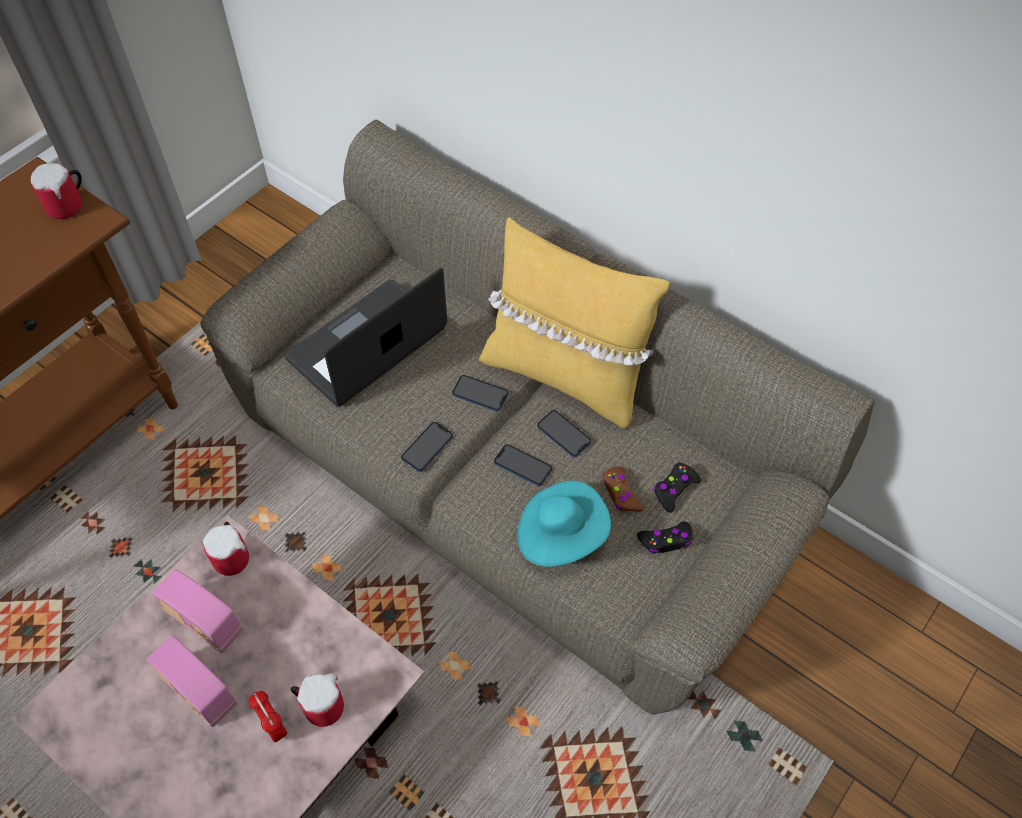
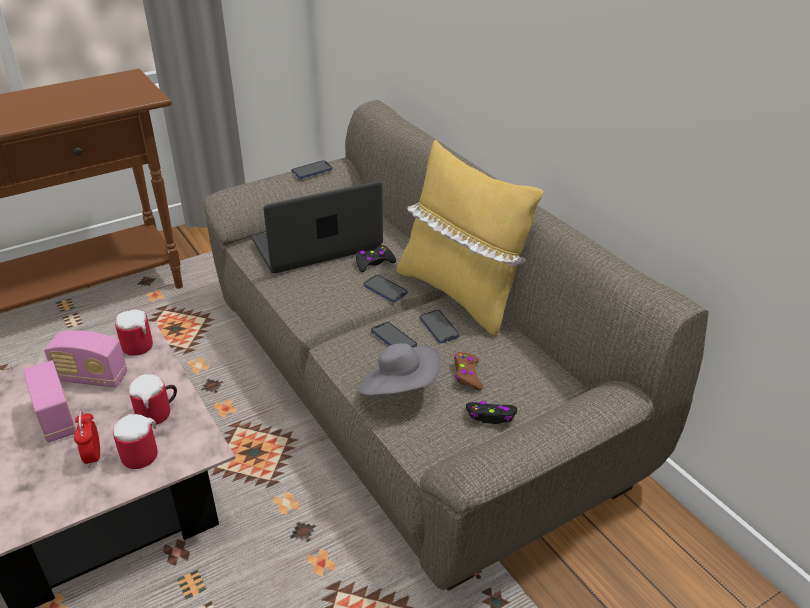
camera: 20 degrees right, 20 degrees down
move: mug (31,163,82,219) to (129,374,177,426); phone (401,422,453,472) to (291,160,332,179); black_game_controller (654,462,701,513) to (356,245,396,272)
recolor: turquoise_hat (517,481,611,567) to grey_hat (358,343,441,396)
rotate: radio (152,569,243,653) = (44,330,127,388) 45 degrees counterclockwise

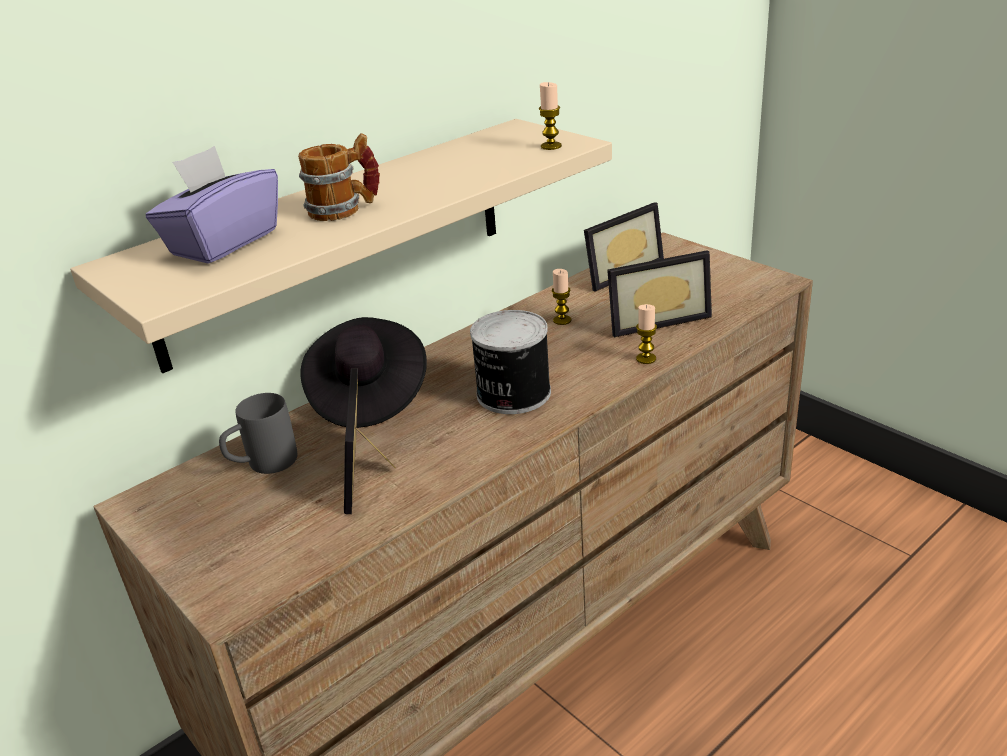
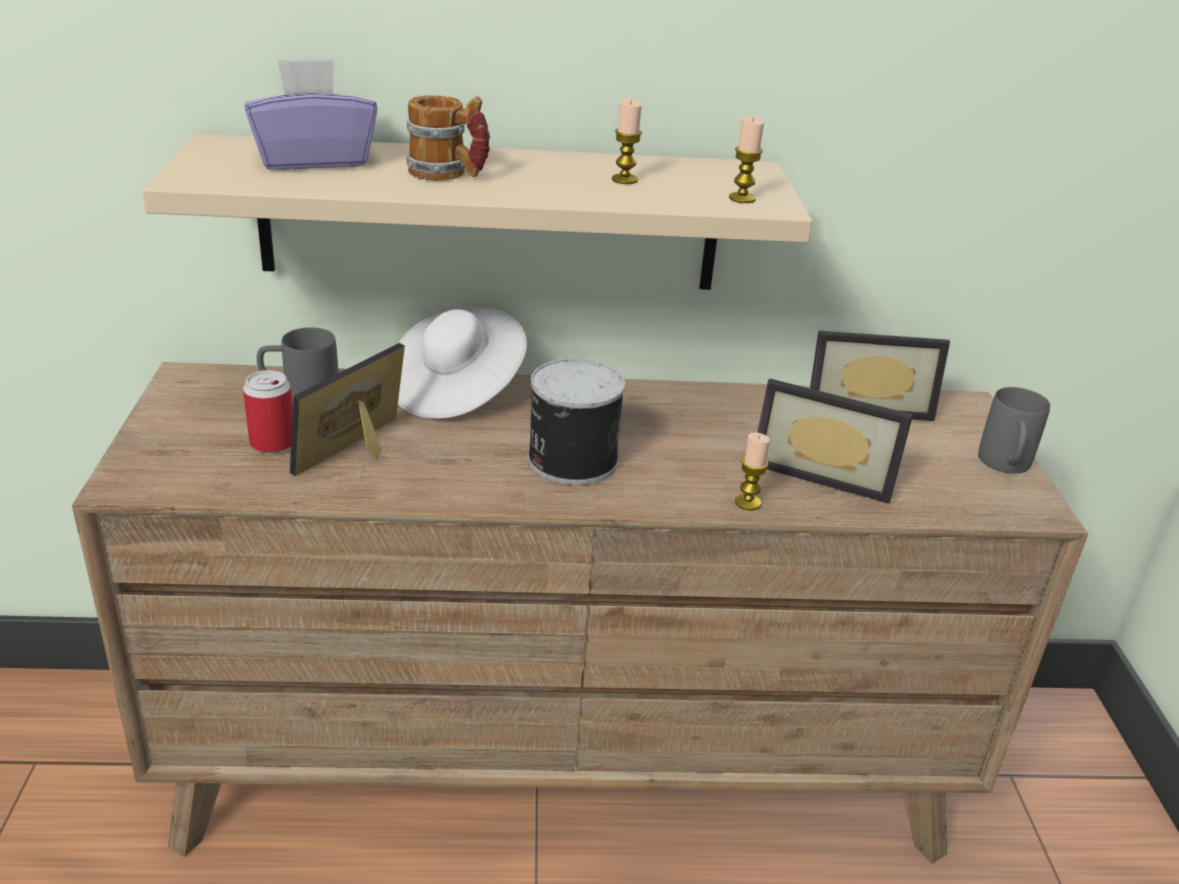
camera: 35 degrees right, 0 degrees up
insert: can (243,370,293,453); grey_mug (978,387,1050,474)
move: candle (552,269,571,325) to (612,99,642,184)
recolor: black_hat (300,317,427,428) to white_hat (398,308,527,419)

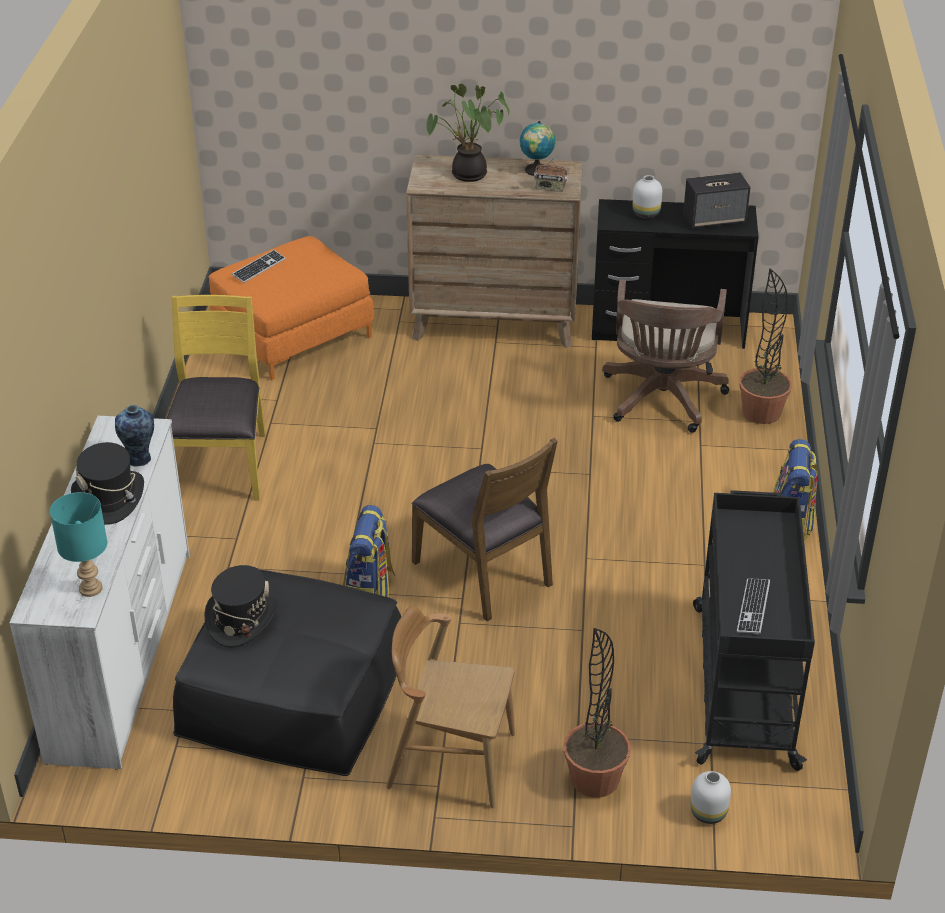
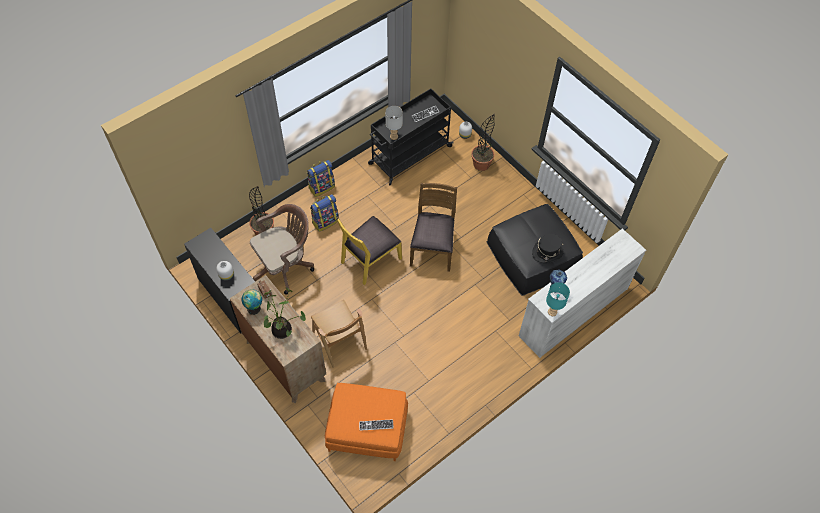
camera: 135 degrees left, 20 degrees up
delete: black_hat (71,442,144,525); speaker (683,173,751,229)
insert: grey_table_lamp (385,106,403,140)
move: turquoise_table_lamp (50,492,107,597) to (546,282,570,316); yellow_chair (166,295,266,500) to (337,216,402,285); backpack (344,505,395,597) to (310,194,339,232); brown_chair (387,606,515,808) to (311,300,367,368)

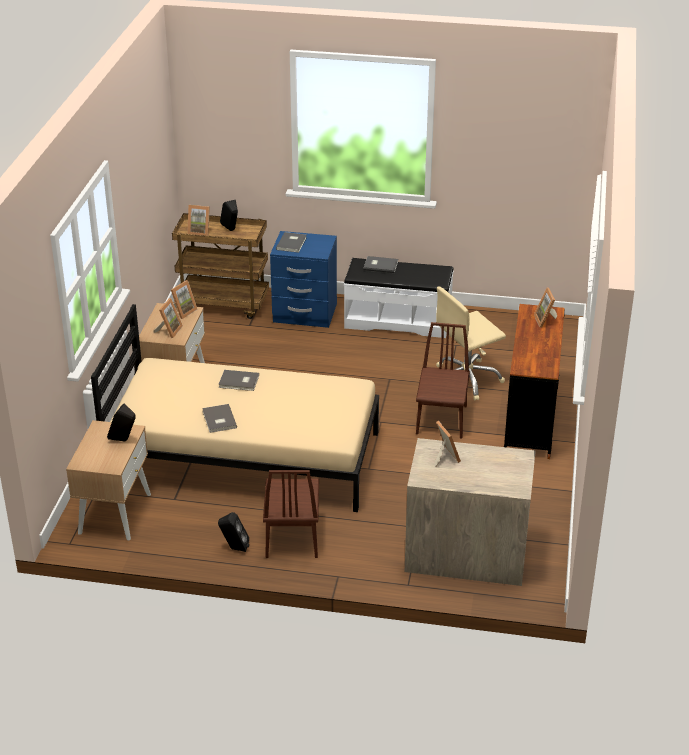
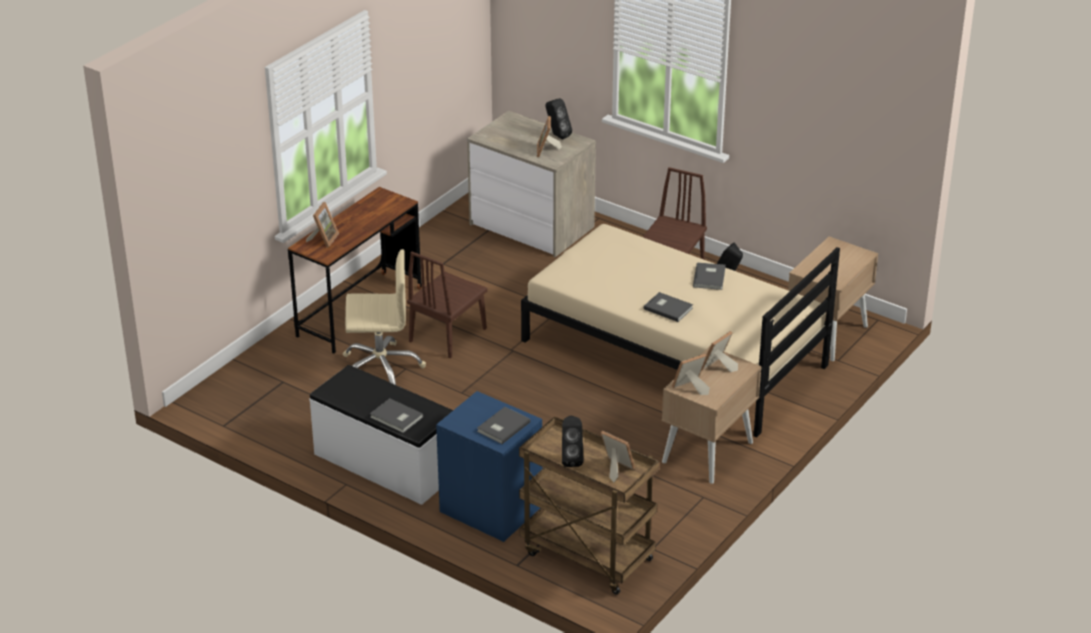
camera: 155 degrees left, 0 degrees up
move: black_speaker (107,404,135,441) to (545,98,572,140)

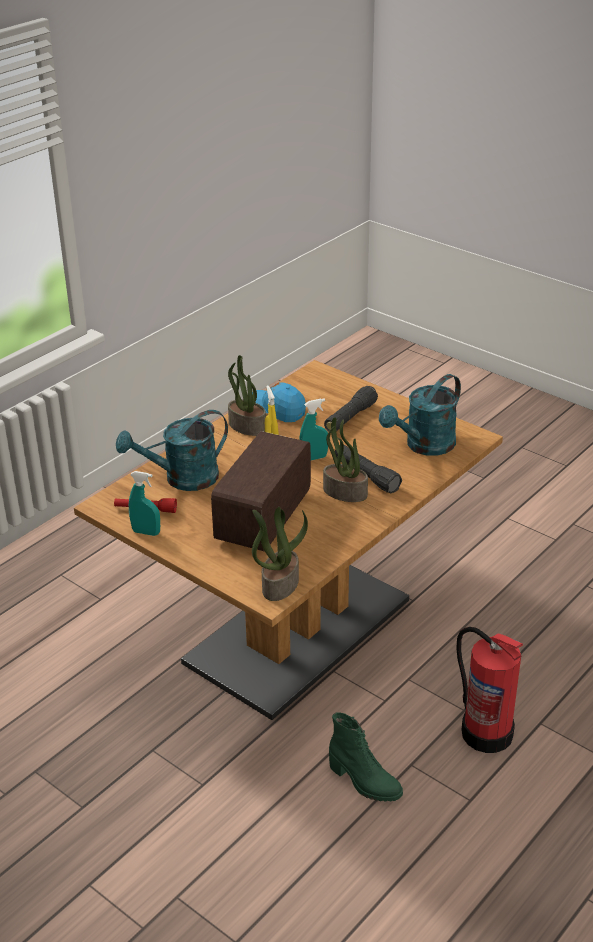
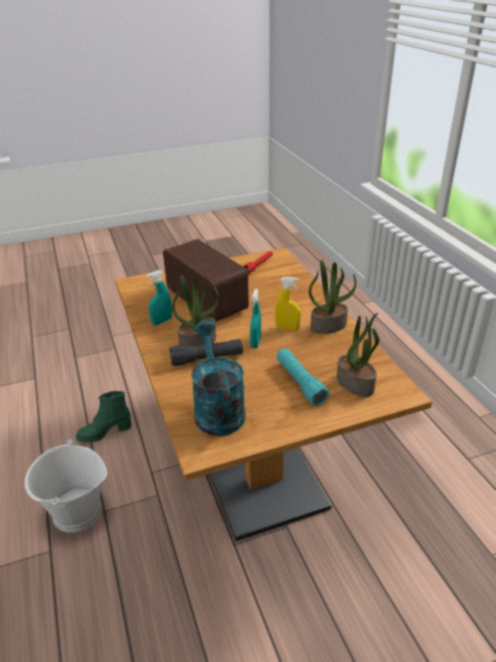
camera: 120 degrees right, 0 degrees up
delete: turquoise_watering_can (116,410,228,491); blue_cap (255,382,306,422)
move: turquoise_spray_bottle (129,471,160,536) to (147,270,172,325); potted_plant (252,507,308,601) to (337,313,379,397)
replace: fire_extinguisher (456,627,523,753) to white_bucket (25,439,107,532)
recolor: black_flashlight (324,386,378,431) to turquoise_flashlight (277,348,329,406)

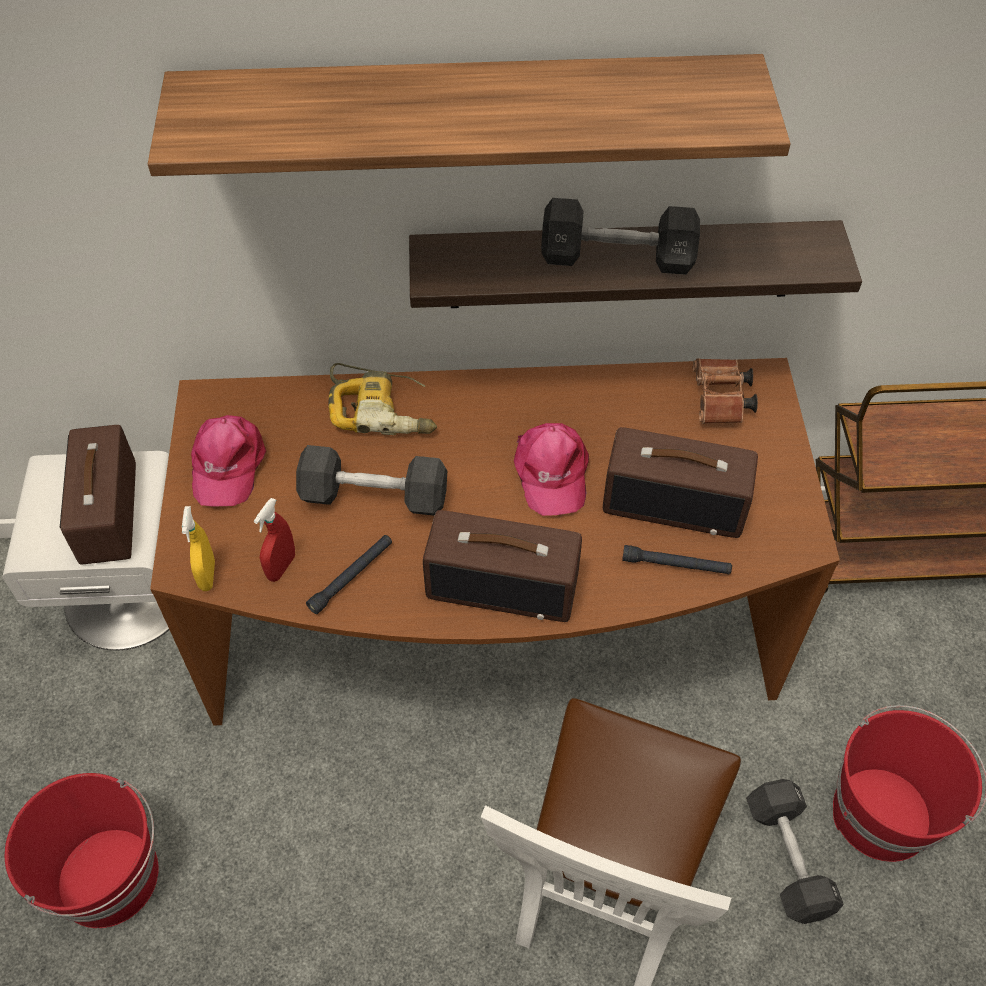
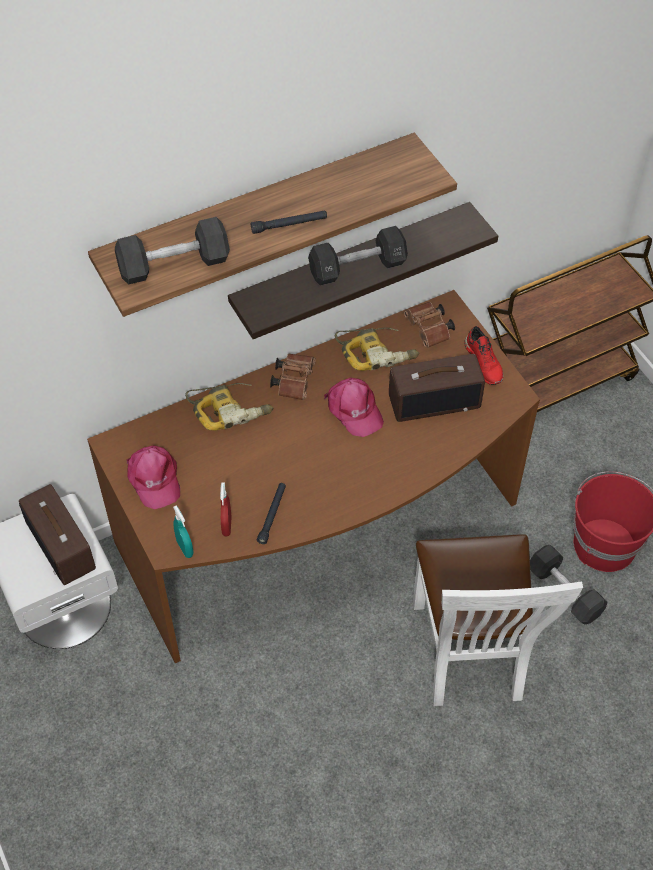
camera: 25 degrees left, 0 degrees up
delete: red_bucket (5,773,158,928); radio (423,510,582,622)
insert: brown_binoculars (270,353,316,400); power_drill (334,327,419,371); red_shoe (464,326,503,385)
move: black_dumbbell (296,445,447,516) to (115,217,230,285); black_flashlight (622,545,732,574) to (251,210,327,234)
recolor: yellow_spray_bottle (182,506,215,591) to turquoise_spray_bottle (173,505,194,558)

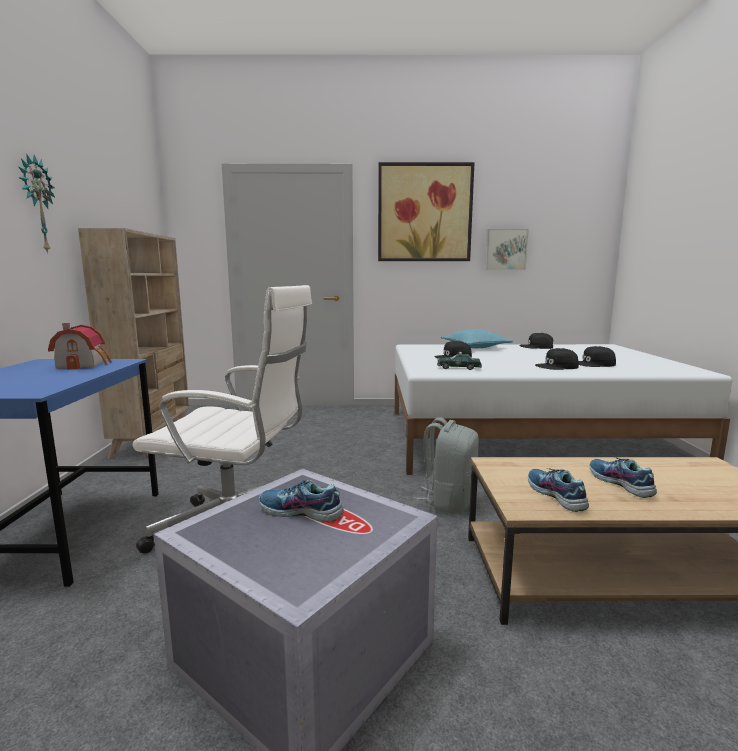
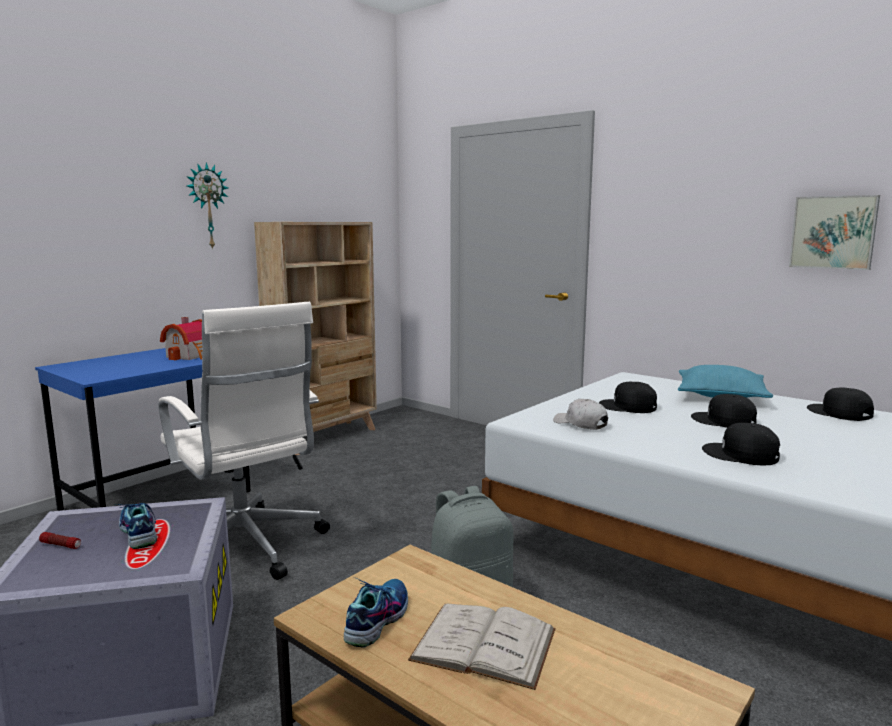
camera: 40 degrees right, 0 degrees up
delete: picture (378,162,474,261)
insert: flashlight (39,532,81,549)
move: black_cap (579,346,616,367) to (691,394,757,428)
replace: toy_car (437,352,482,370) to white_cap (553,399,608,430); shoe (589,458,657,498) to white_book (408,603,556,690)

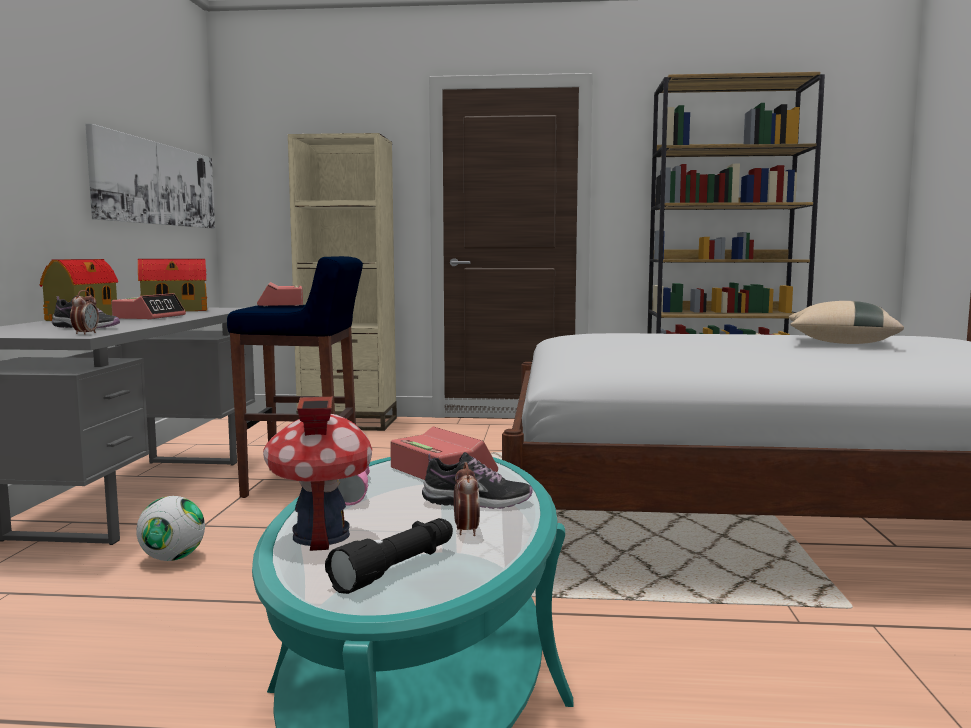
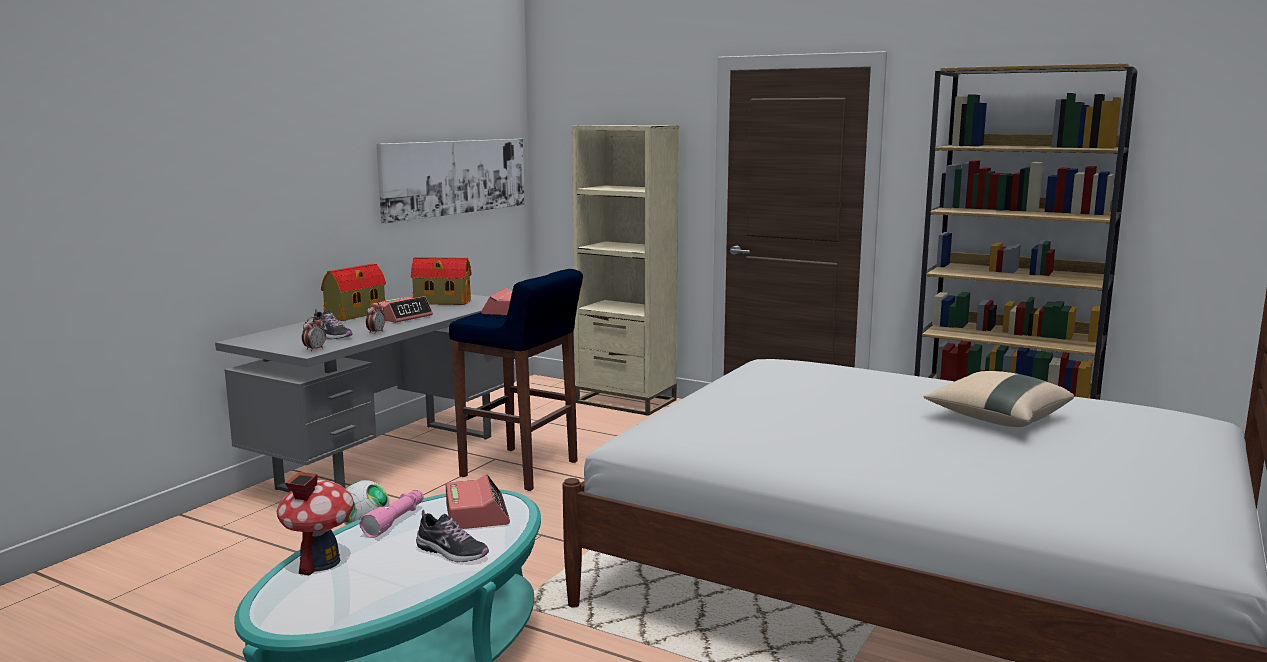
camera: 25 degrees right, 5 degrees up
delete: black_flashlight (325,518,453,594)
move: alarm_clock (454,462,480,536) to (366,302,385,334)

